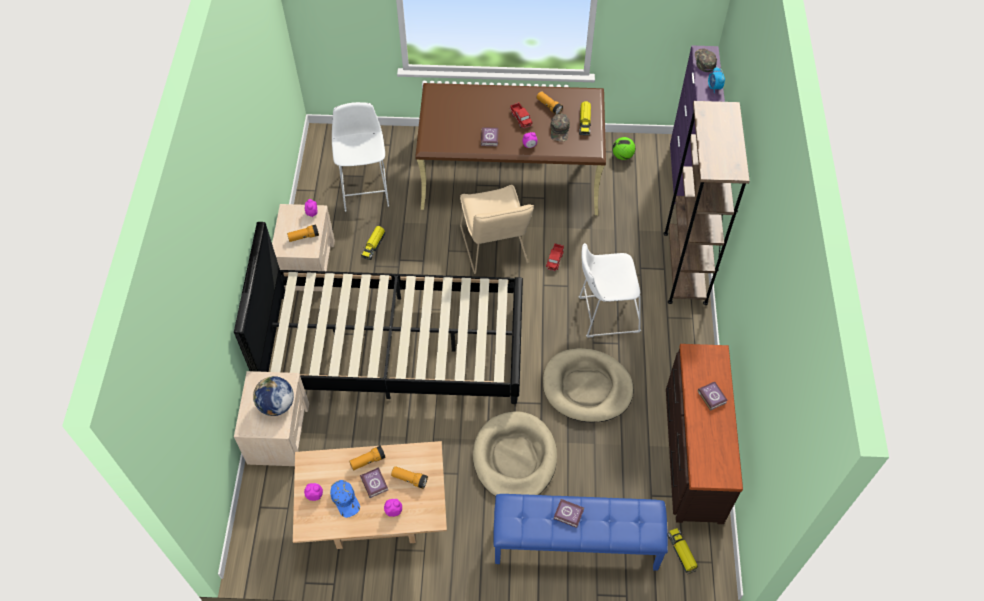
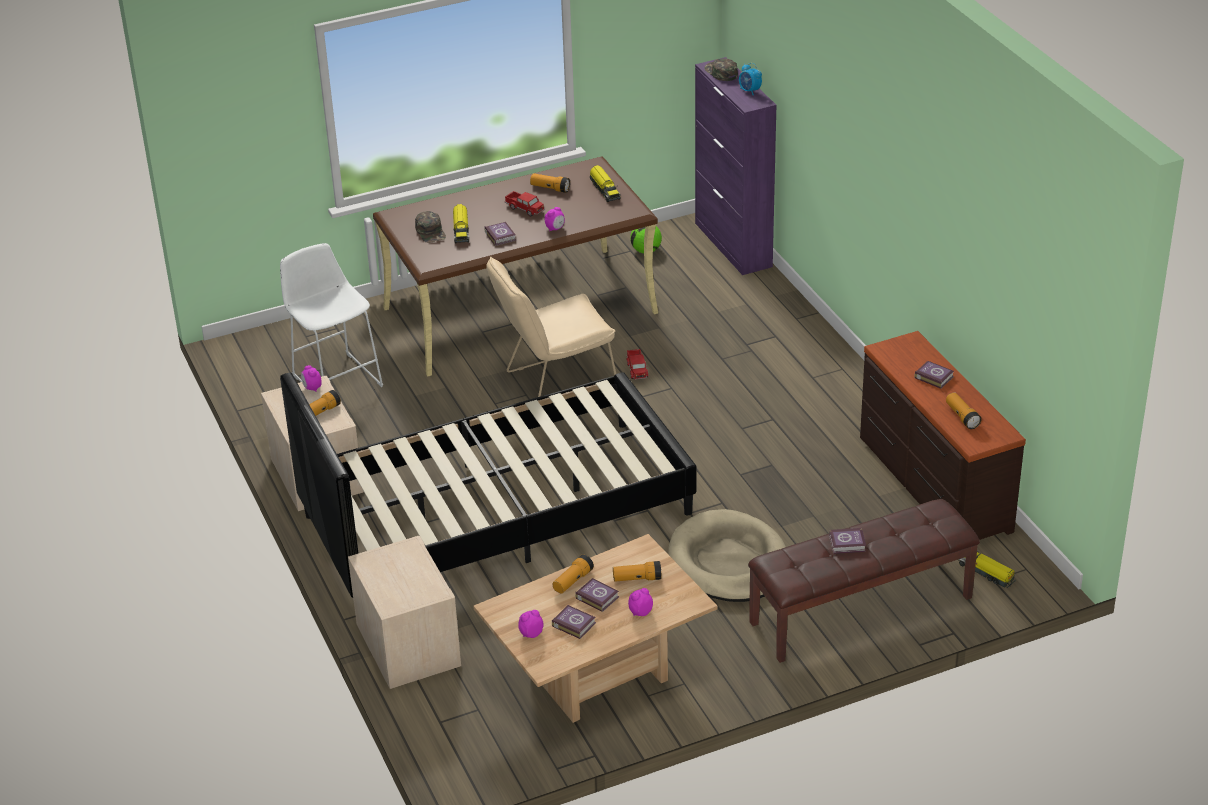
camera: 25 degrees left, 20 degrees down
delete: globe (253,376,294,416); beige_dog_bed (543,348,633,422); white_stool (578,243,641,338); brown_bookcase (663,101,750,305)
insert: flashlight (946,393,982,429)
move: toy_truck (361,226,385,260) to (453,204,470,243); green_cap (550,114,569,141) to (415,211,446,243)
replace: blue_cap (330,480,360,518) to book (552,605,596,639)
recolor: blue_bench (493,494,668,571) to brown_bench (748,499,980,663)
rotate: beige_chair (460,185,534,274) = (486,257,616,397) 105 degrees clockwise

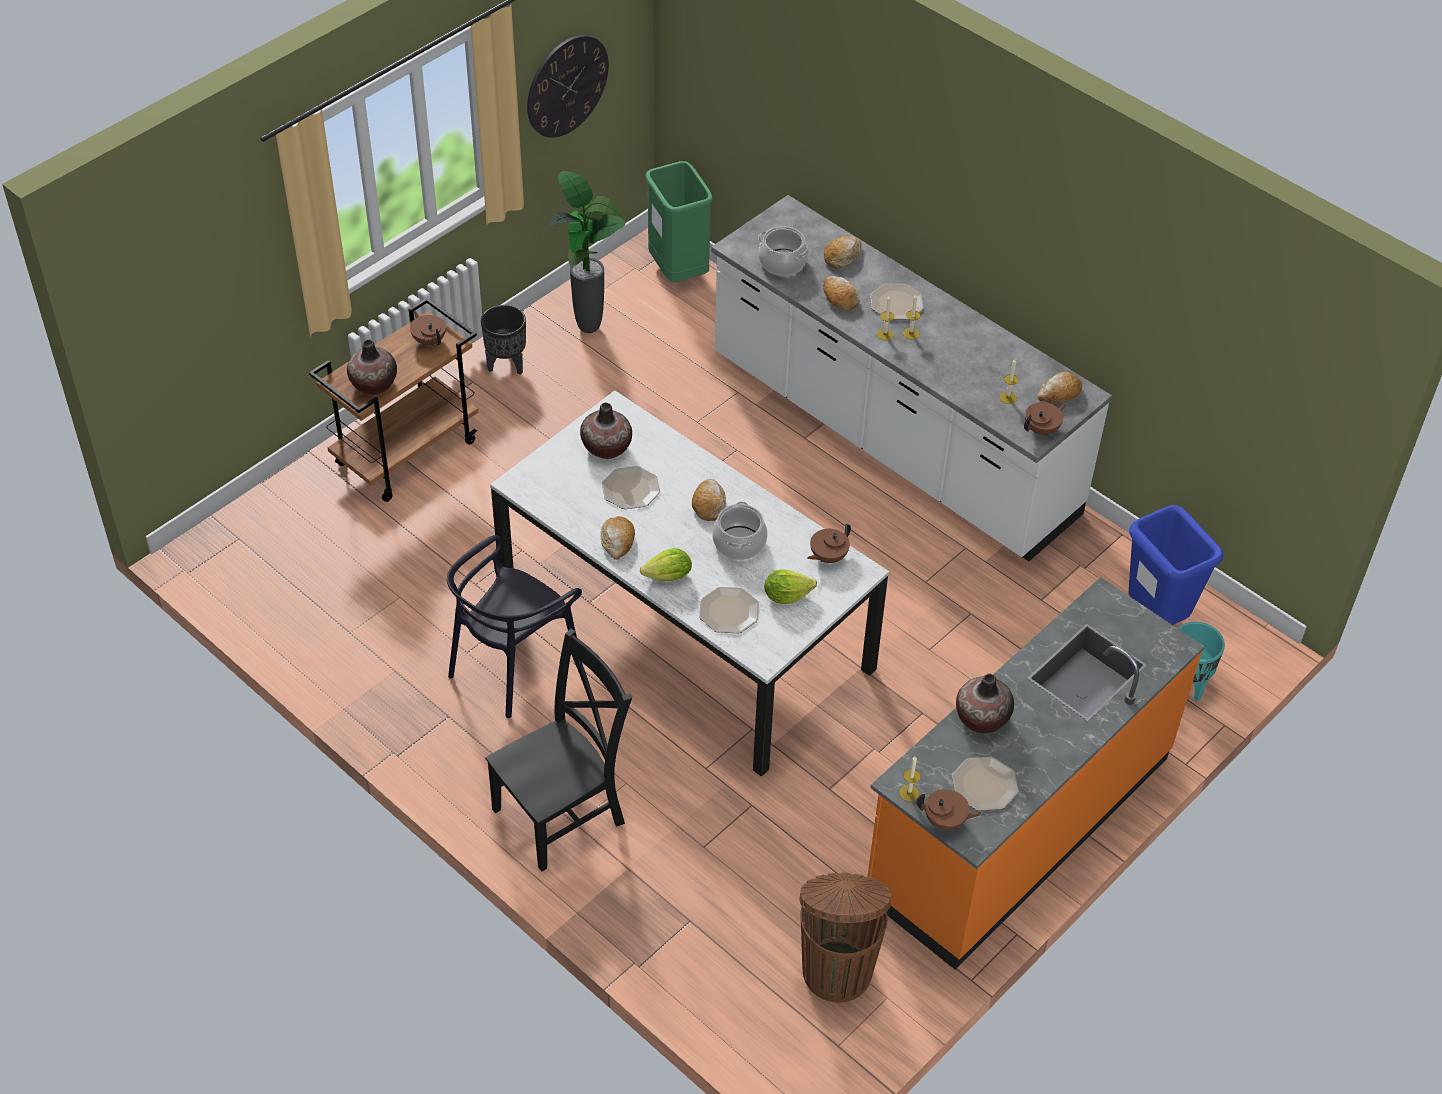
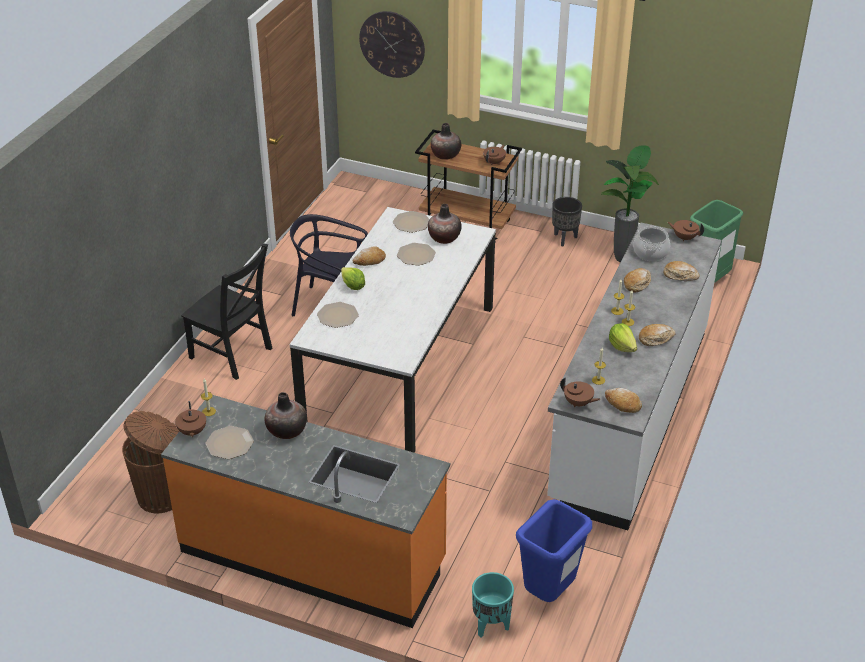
camera: 70 degrees right, 10 degrees down
delete: cooking_pot (712,502,767,560)
move: wall_clock (527,35,609,138) to (359,11,425,78); bread (692,479,726,521) to (639,324,675,346); lettuce (764,569,817,604) to (609,323,637,352); brown_teapot (807,523,851,563) to (668,220,704,241); plate (870,284,924,320) to (393,211,430,233)

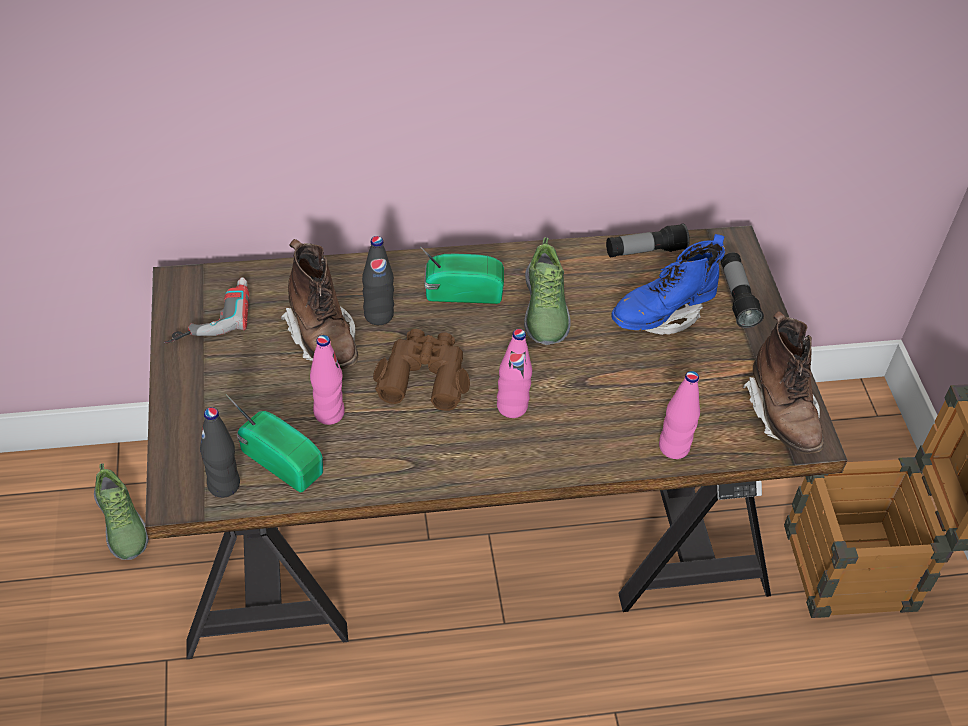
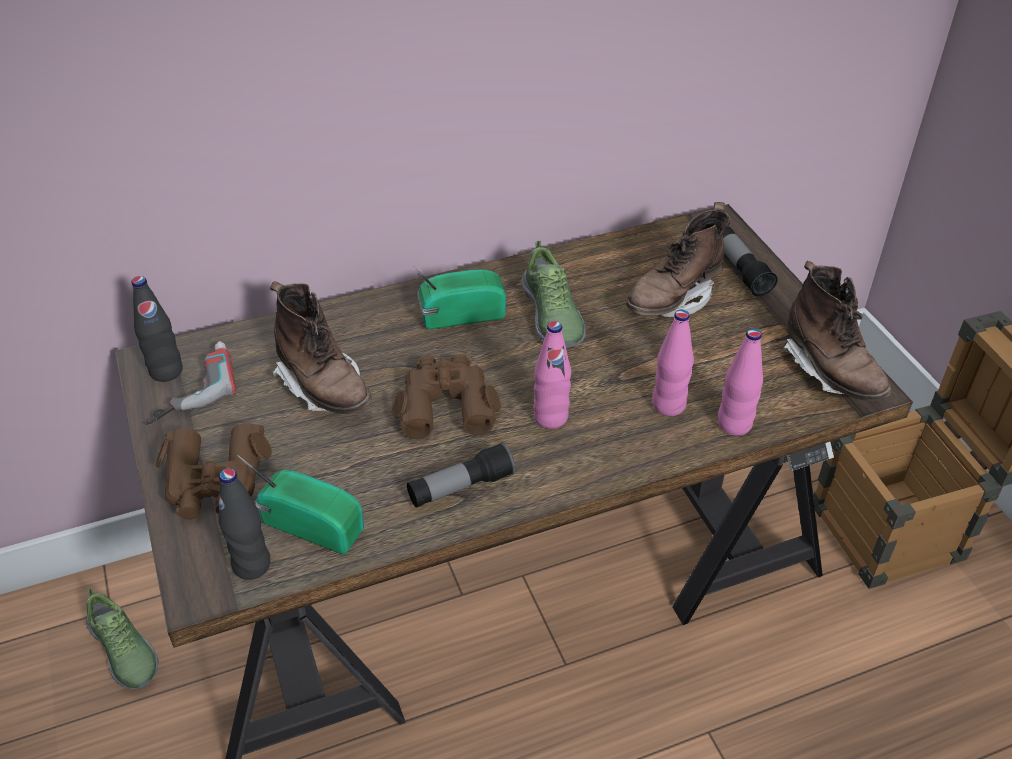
camera: 10 degrees left, 5 degrees down
insert: brown_binoculars (156,423,272,520)
move: pink_bottle (310,335,345,425) to (652,310,694,416); black_bottle (362,236,394,325) to (132,276,182,382); flashlight (606,223,690,257) to (407,442,515,508)
recolor: blue_boot (611,234,725,335) to brown_boot (626,202,731,318)

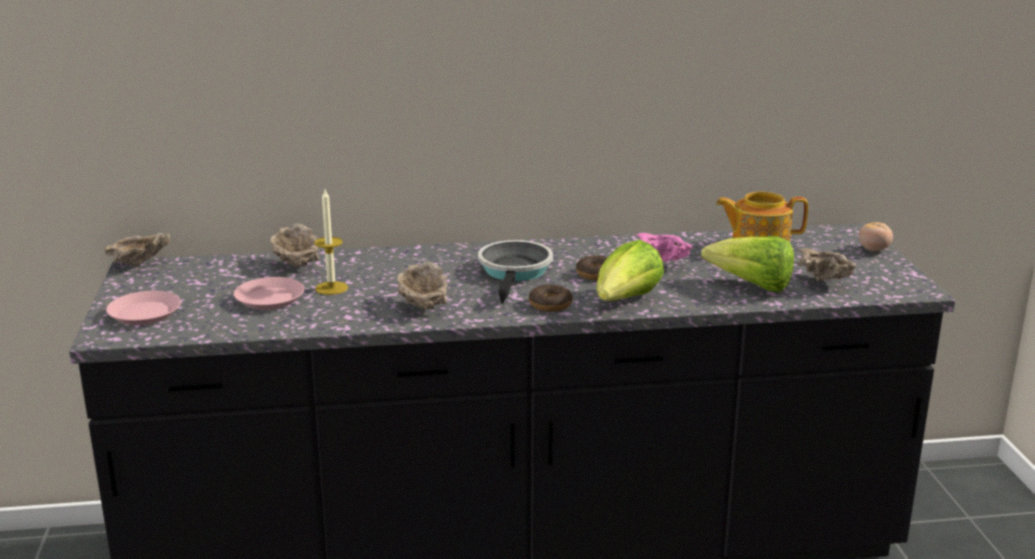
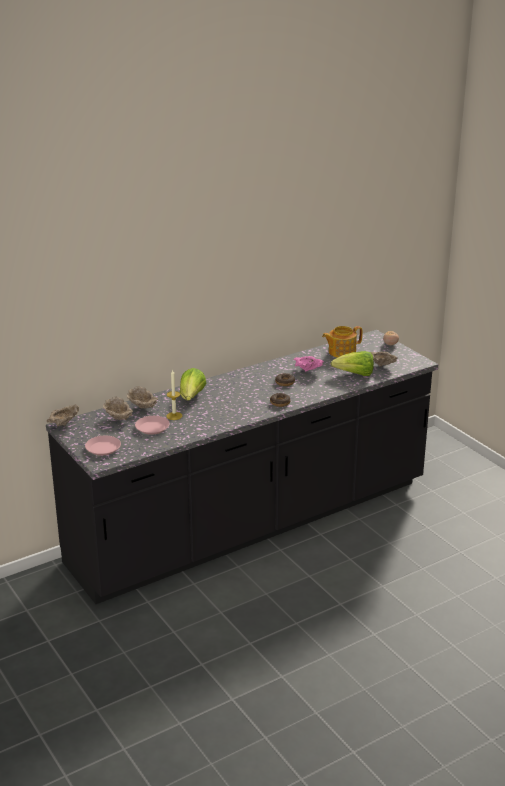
camera: 25 degrees left, 5 degrees up
delete: frying_pan (478,240,553,304)
move: beige_bowl (397,261,448,309) to (103,397,133,420); lettuce (597,240,664,301) to (180,368,206,400)

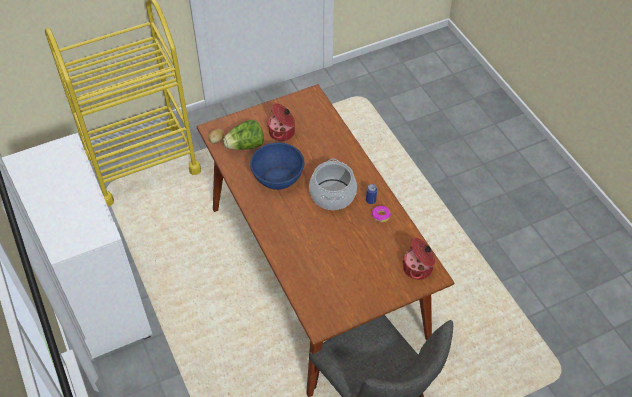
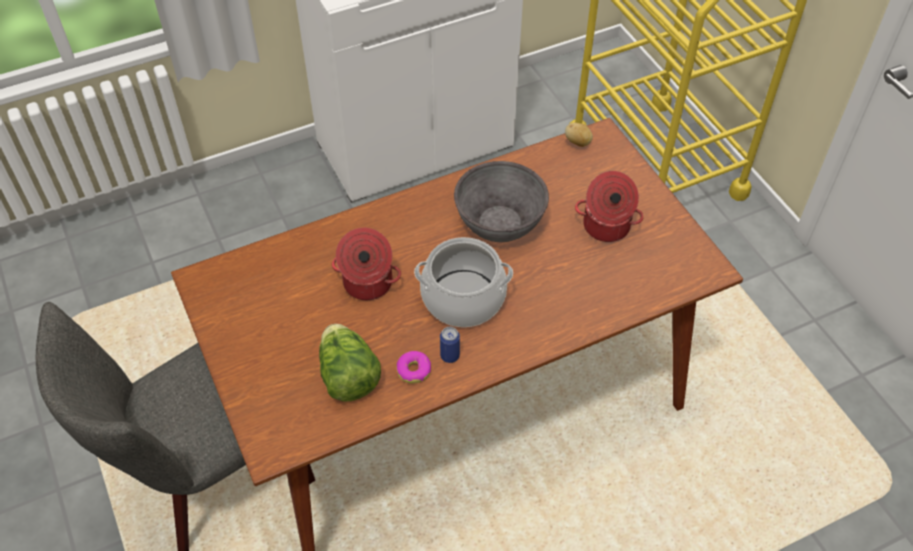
camera: 90 degrees right, 0 degrees up
move: lettuce (223,120,264,150) to (319,324,381,401); cooking_pot (402,238,435,280) to (332,228,401,300)
recolor: blue_bowl (250,143,304,190) to grey_bowl (454,161,549,242)

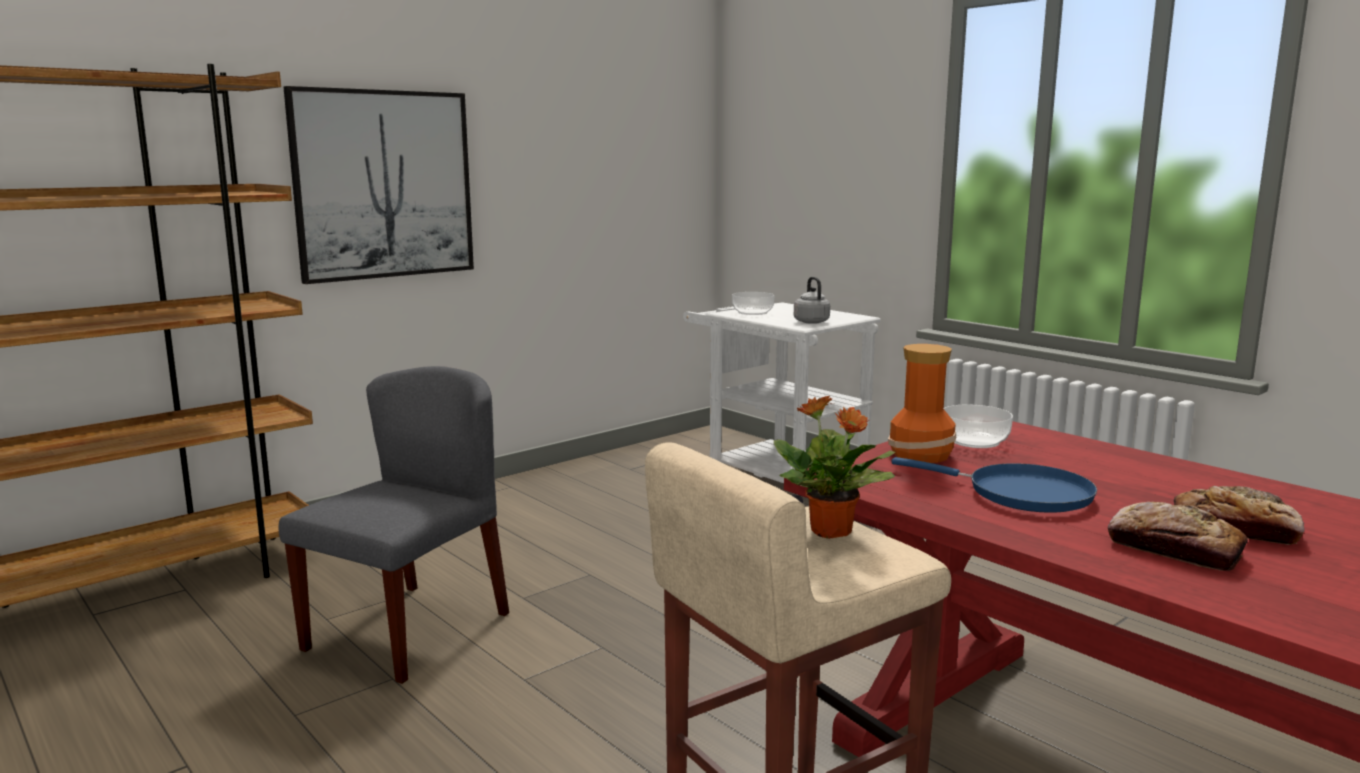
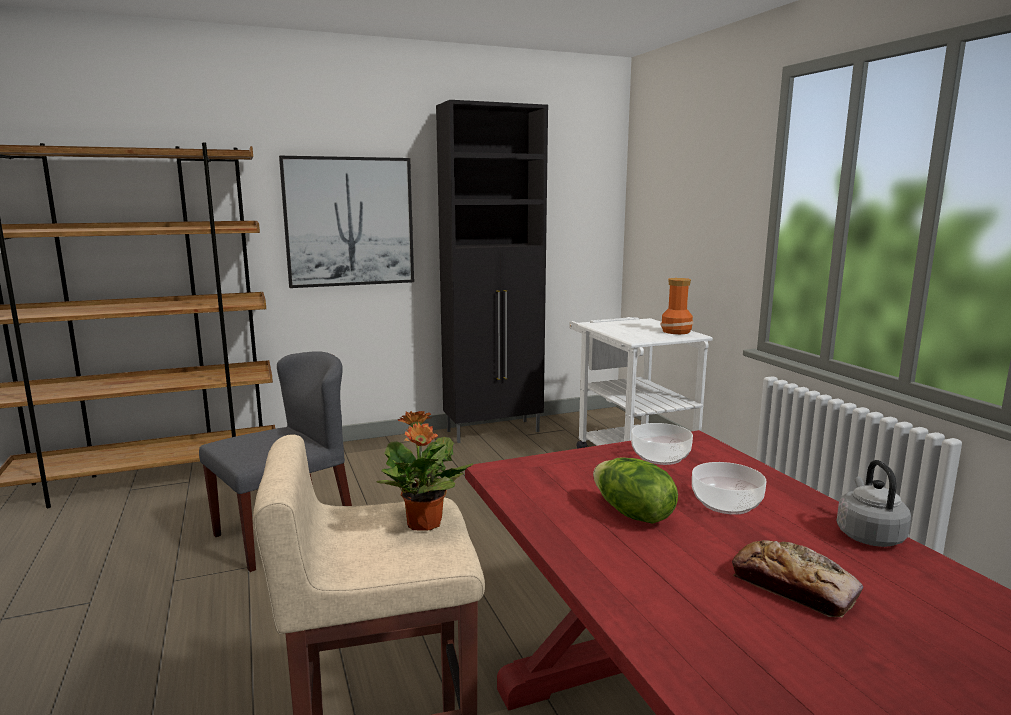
camera: 20 degrees right, 0 degrees up
delete: bread (1108,502,1248,571)
insert: black_cabinet (436,100,548,443)
move: bowl (732,292,774,315) to (692,462,766,515); grey_kettle (794,277,830,324) to (837,460,911,547); vase (888,344,956,463) to (660,278,693,334)
replace: blue_frying_pan (892,457,1097,513) to lettuce (593,457,678,524)

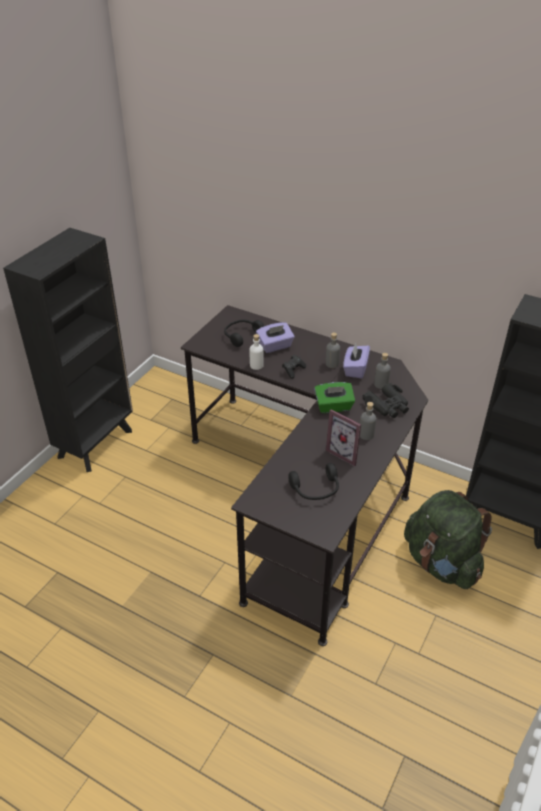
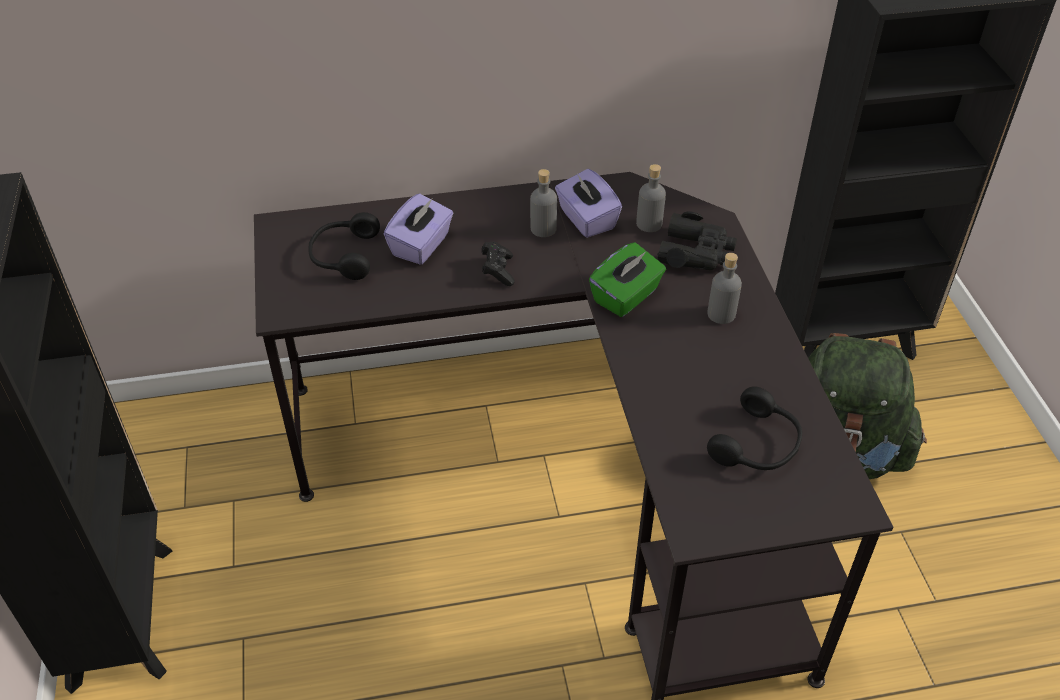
camera: 40 degrees left, 5 degrees up
delete: white_bottle (249,334,264,370); picture_frame (326,409,361,466)

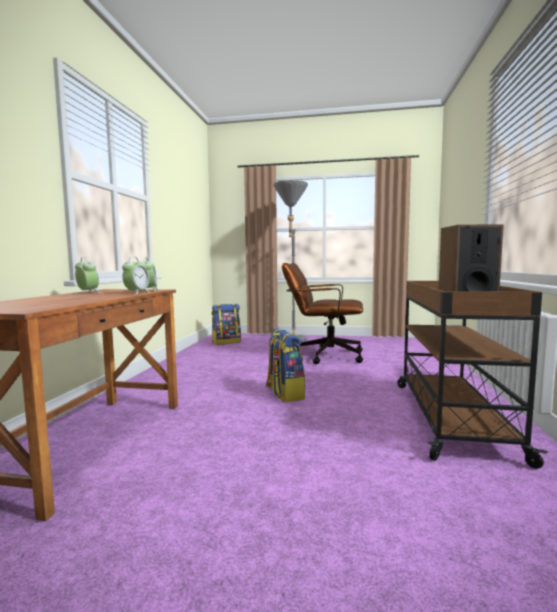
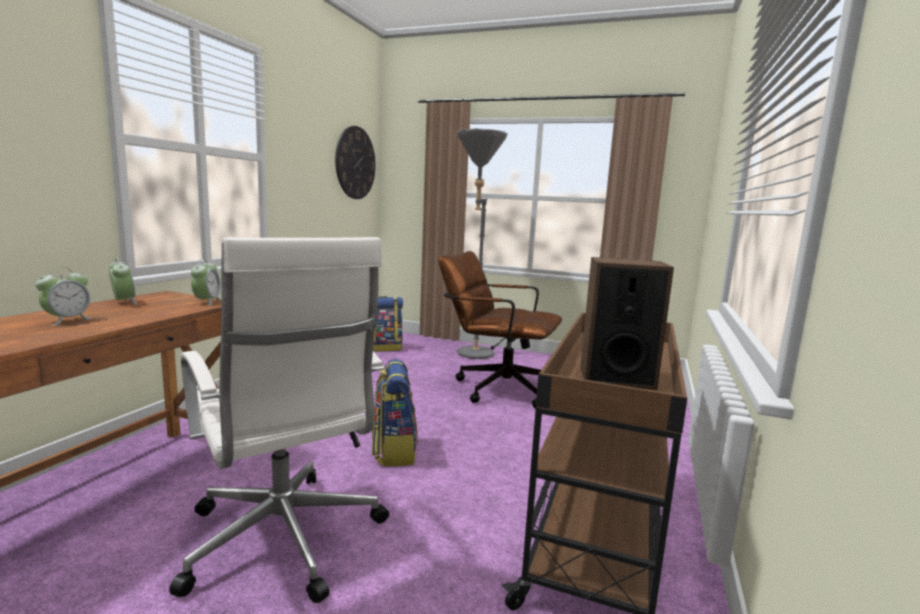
camera: 10 degrees right, 5 degrees up
insert: white_office_chair (169,237,389,603); wall_clock (335,126,375,199)
move: alarm_clock (122,257,151,295) to (35,267,93,325)

